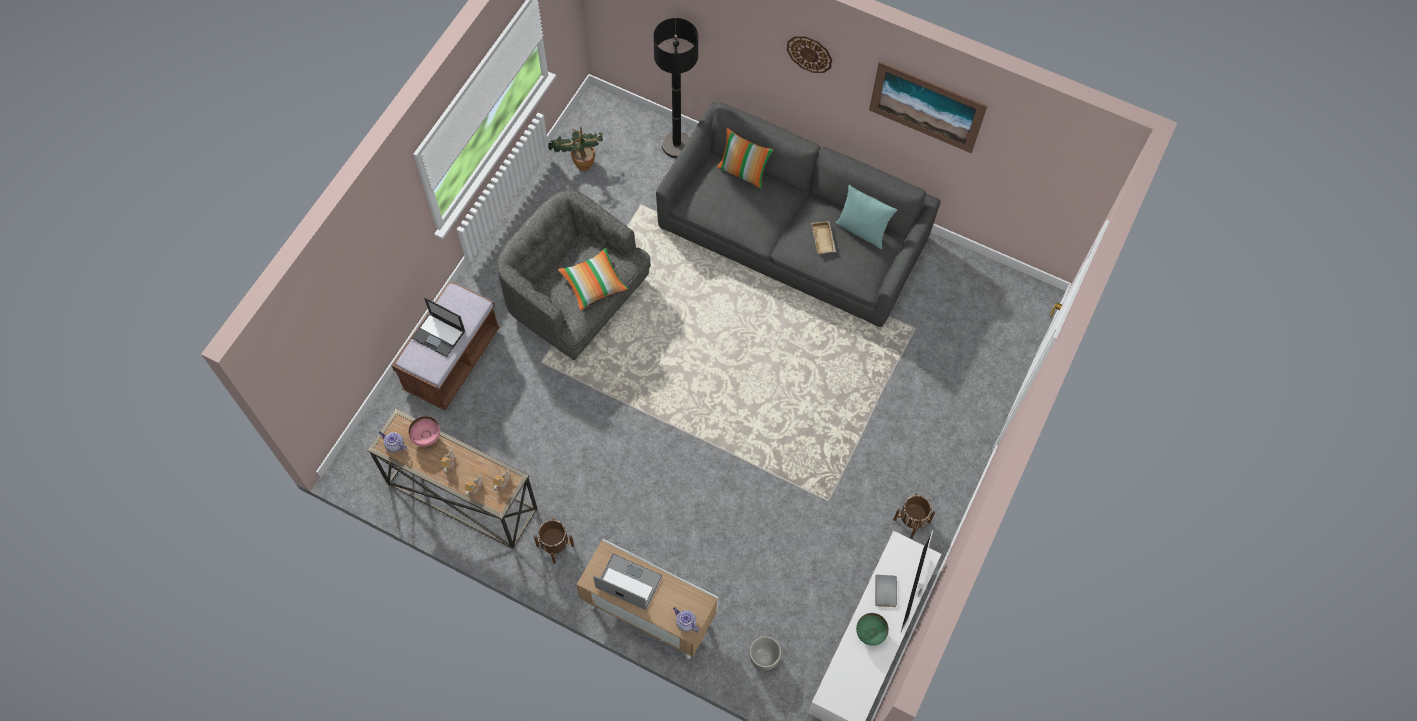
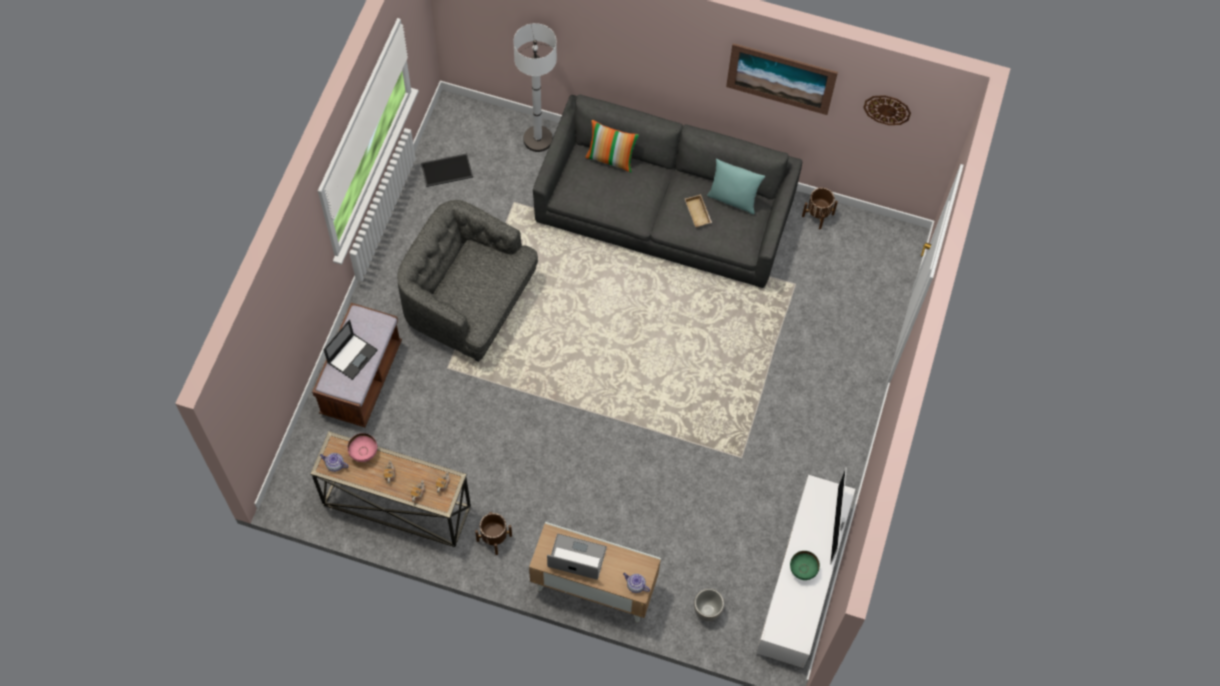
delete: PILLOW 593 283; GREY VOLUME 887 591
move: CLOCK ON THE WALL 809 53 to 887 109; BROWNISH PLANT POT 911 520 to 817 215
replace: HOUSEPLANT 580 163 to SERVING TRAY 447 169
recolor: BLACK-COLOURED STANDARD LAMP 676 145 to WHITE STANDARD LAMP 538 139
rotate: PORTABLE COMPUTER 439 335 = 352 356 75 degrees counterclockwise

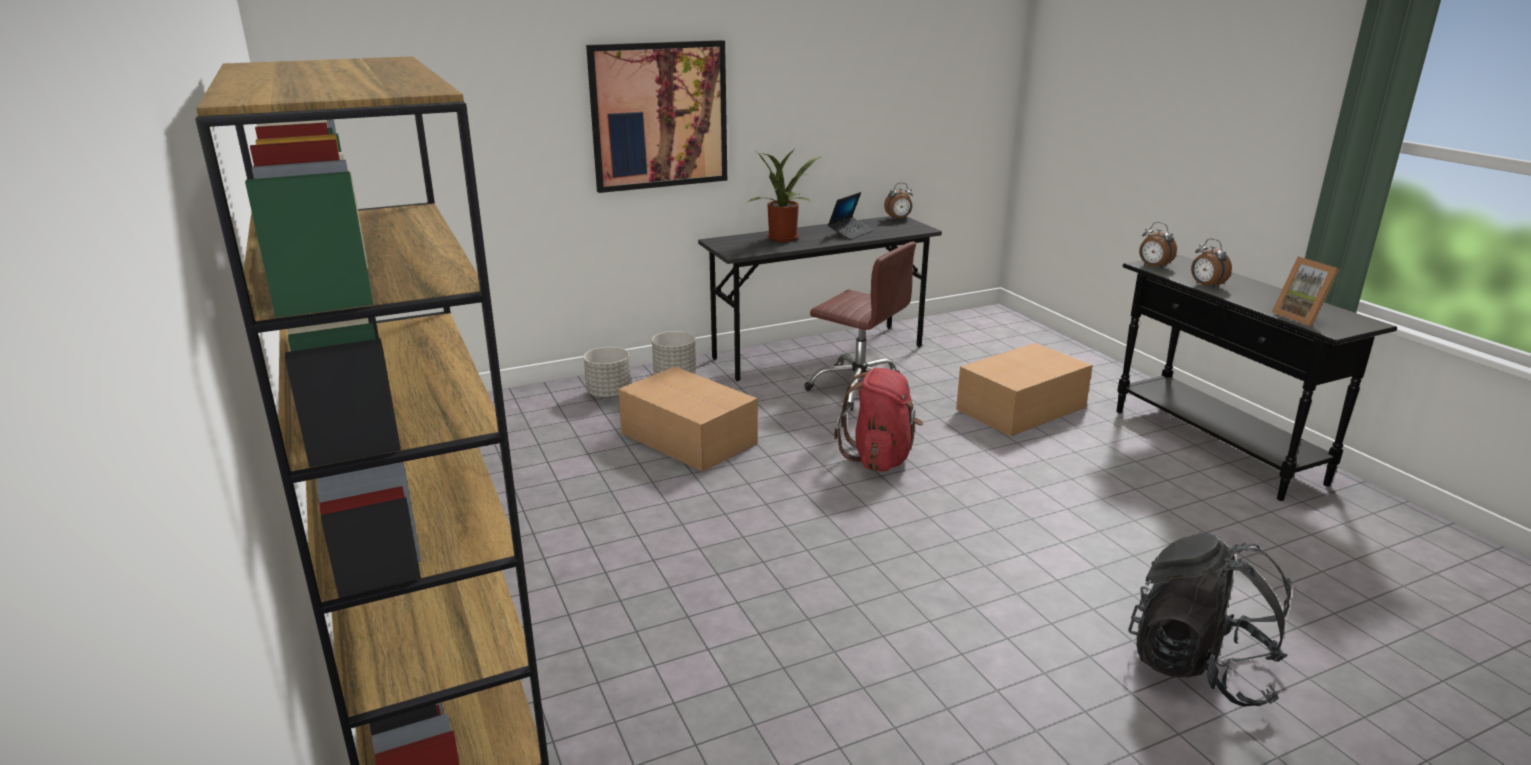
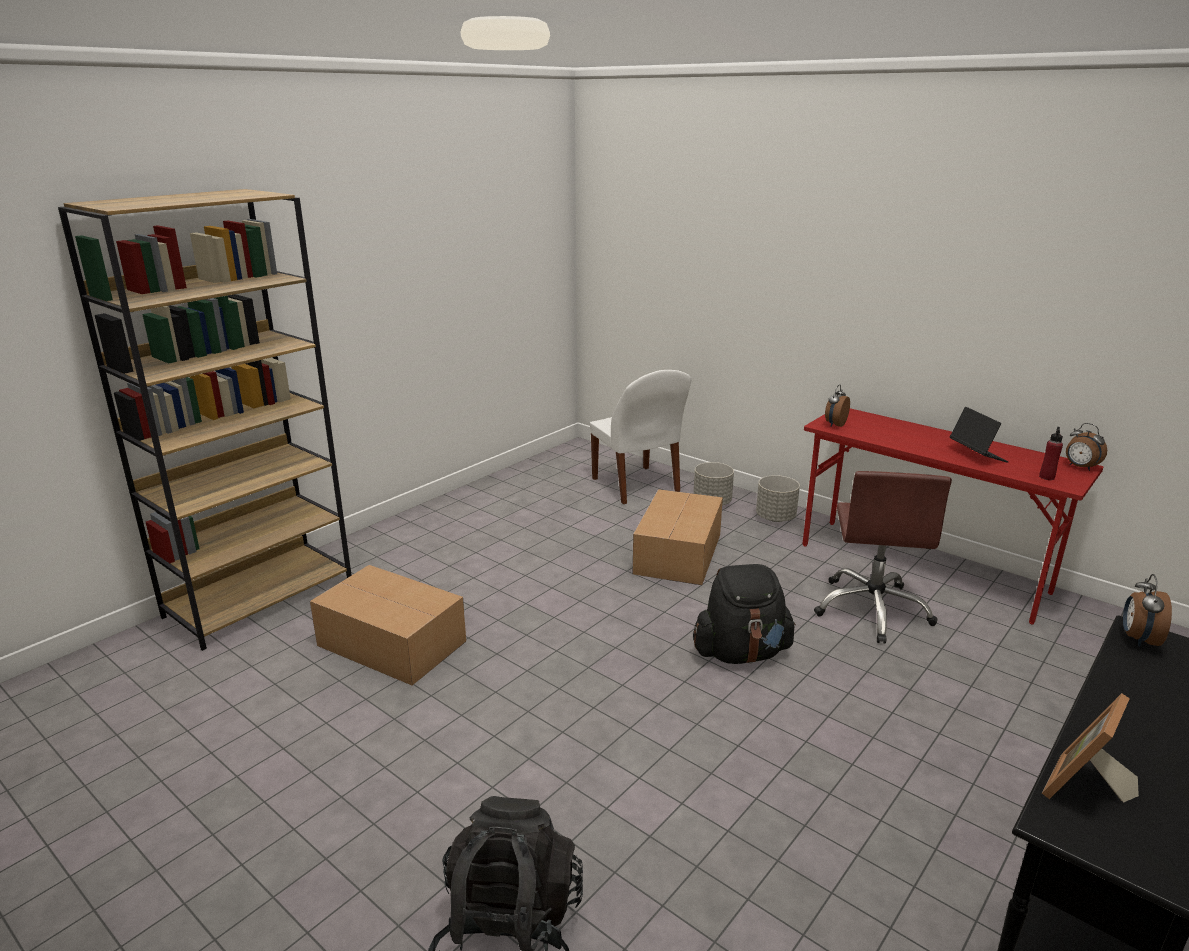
delete: WALL PICTURE 659 115; HOUSEPLANT 784 239
insert: WHITE PLAIN CHAIR 636 486; RED-COLOURED BOTTLE 1046 477
move: CARTON 1019 408 to 391 642; BEDSIDE CLOCK 1205 286 to 834 424
recolor: GREY DESK TABLE 818 352 to RED-COLOURED DESK TABLE 922 568; RED-COLOURED BACKPACK 880 458 to BLACK-COLOURED BACKPACK 741 653
rotate: PORTABLE COMPUTER 850 233 = 977 455 120 degrees counterclockwise

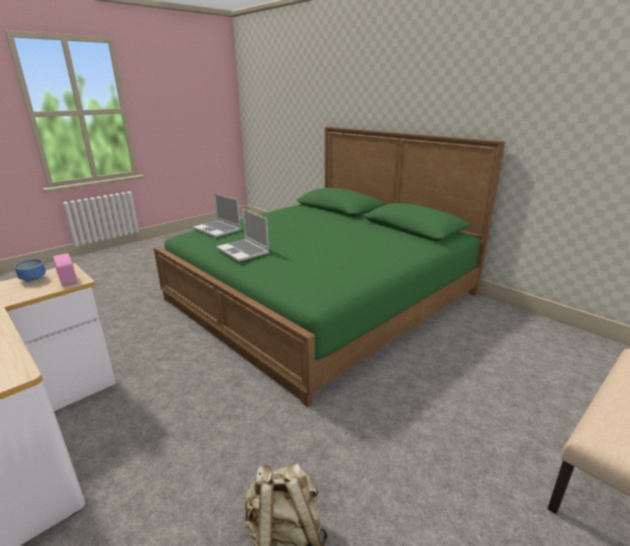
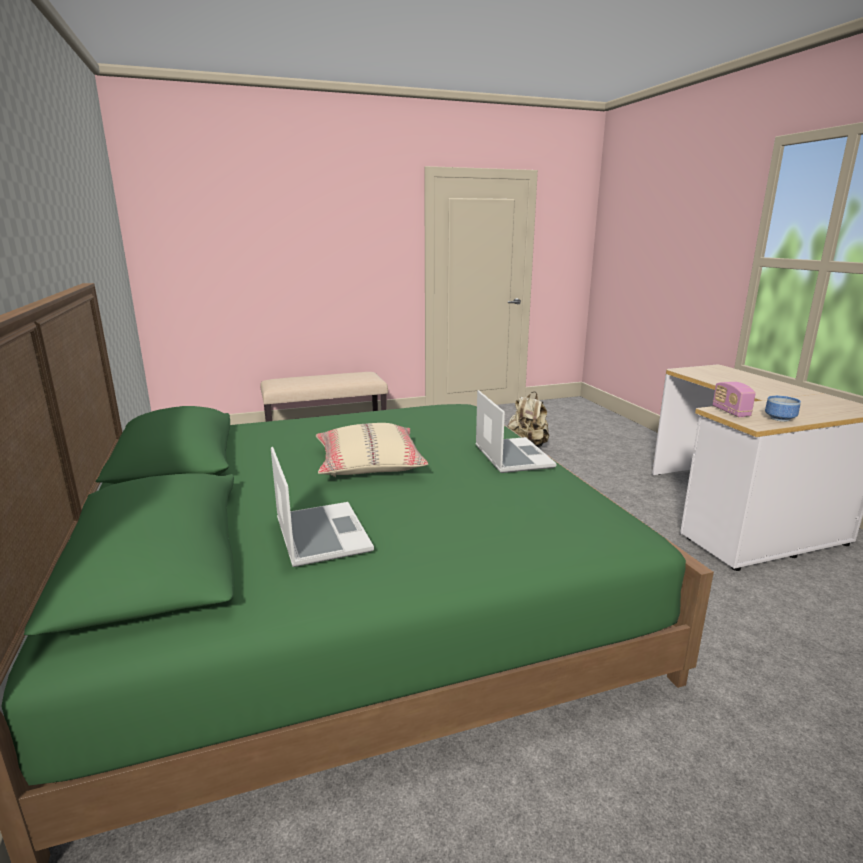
insert: SAND-COLOURED PILLOW 368 463
move: PORTABLE COMPUTER 218 230 to 320 535

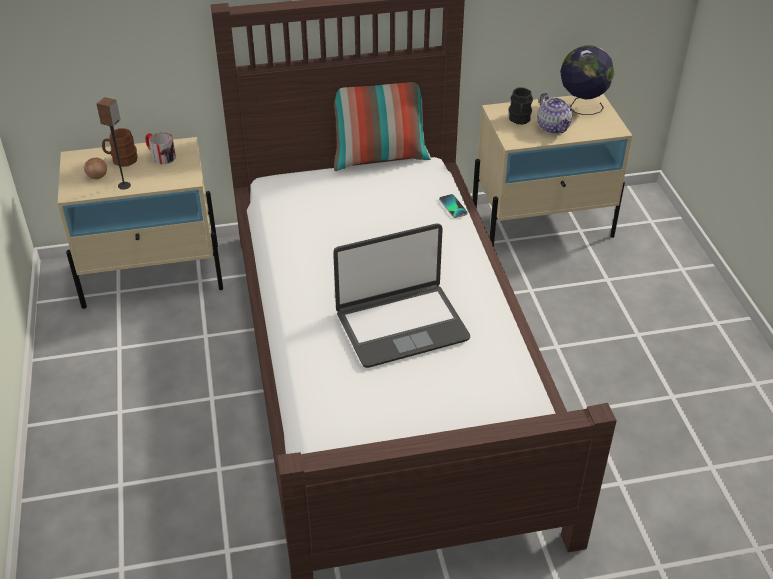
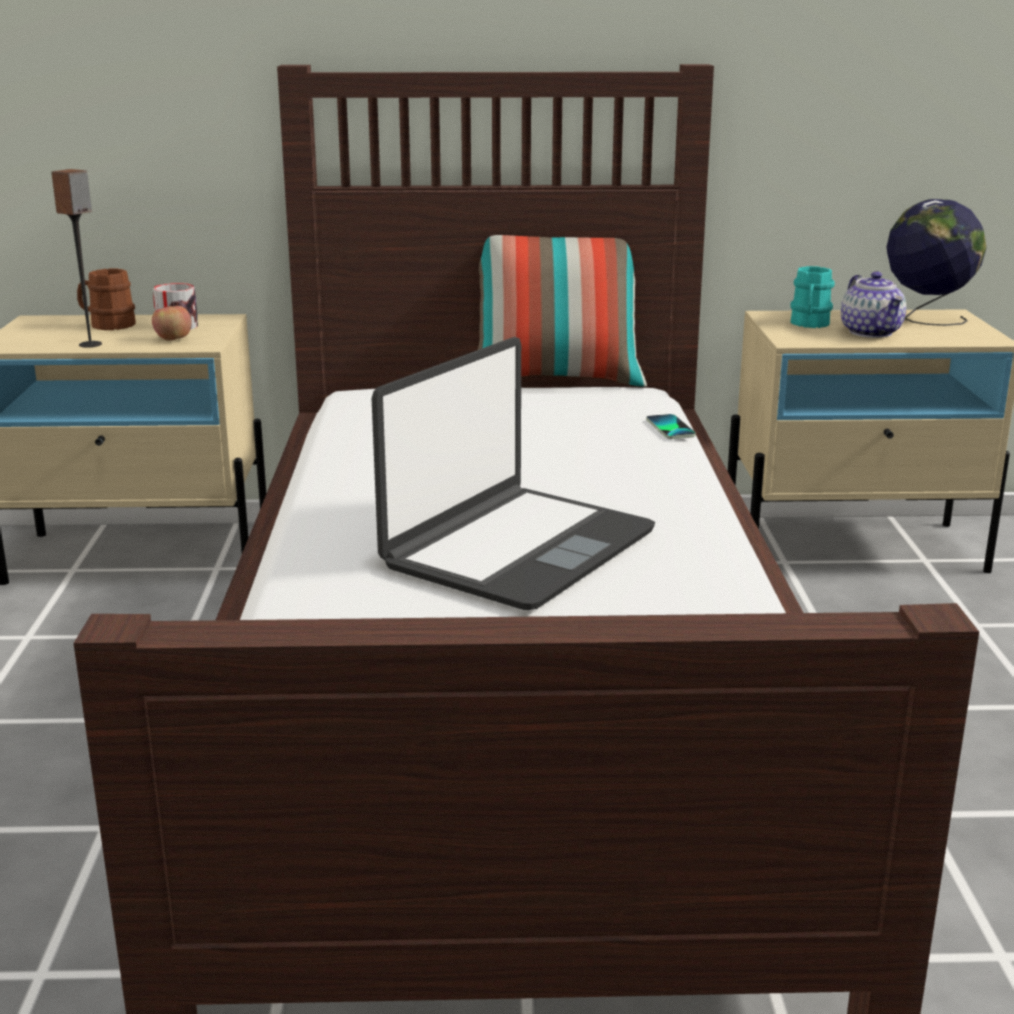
move: WHOLE APPLE 97 176 to 173 339
recolor: BLACK-COLOURED TEA MUG 519 120 to TURQUOISE TEA MUG 809 324
rotate: PORTABLE COMPUTER 401 325 = 517 549 45 degrees counterclockwise

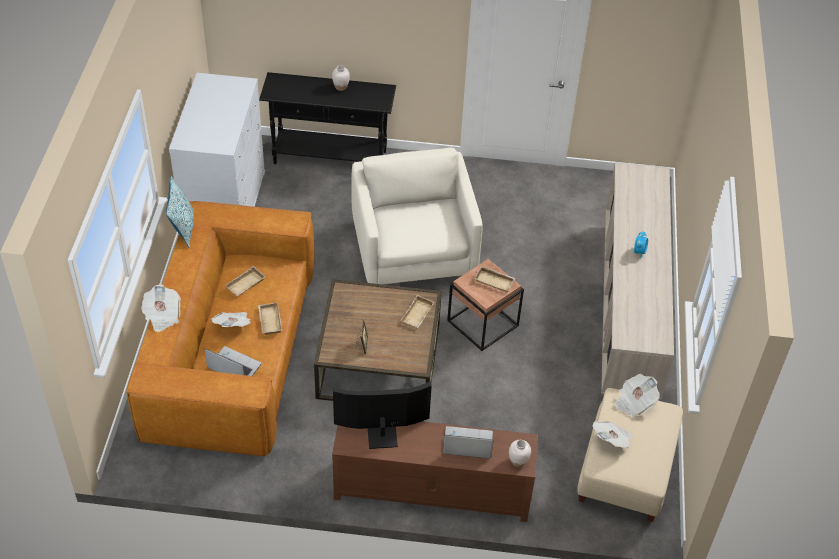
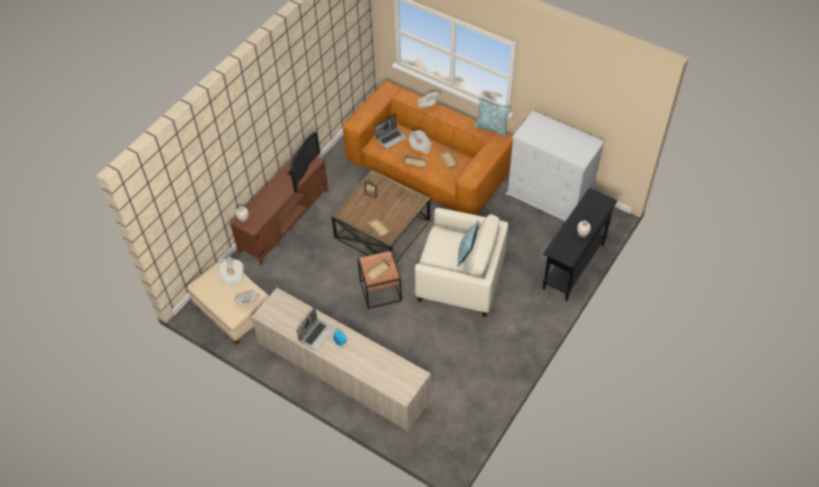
insert: PILLOW 466 253
move: PORTABLE COMPUTER 467 444 to 316 334

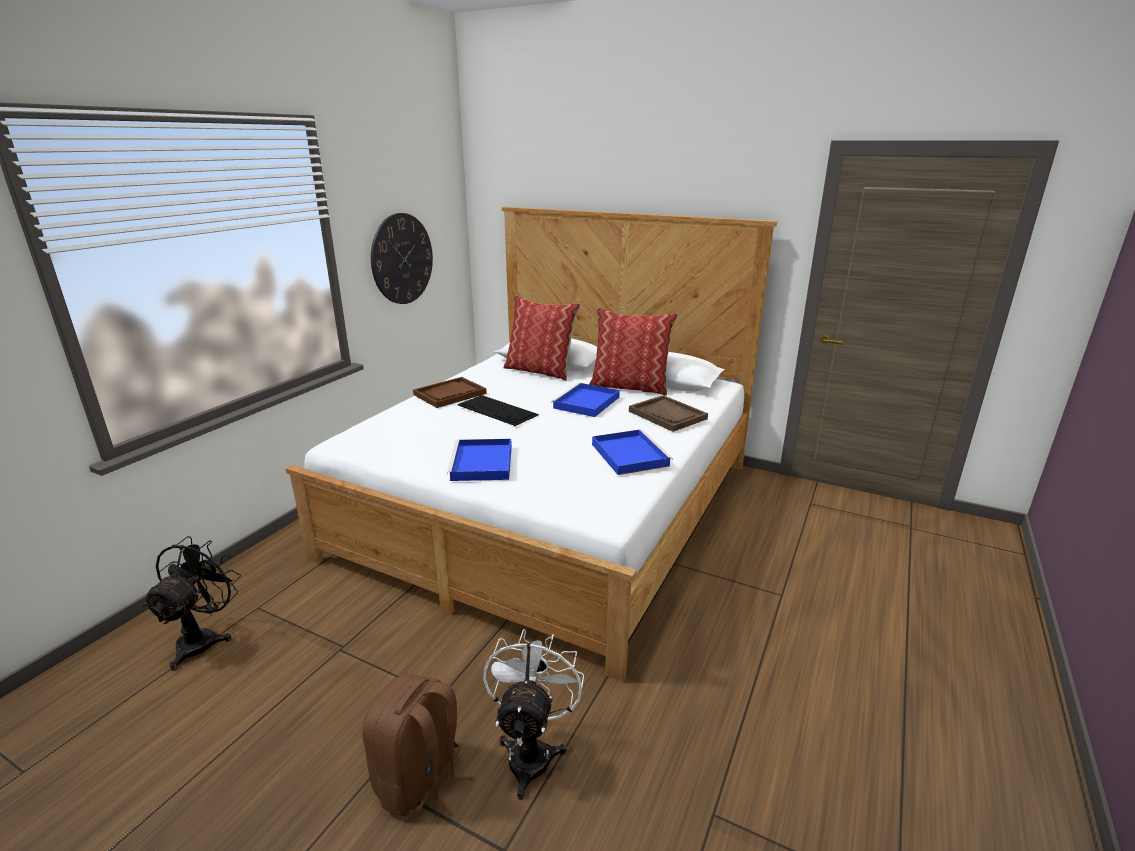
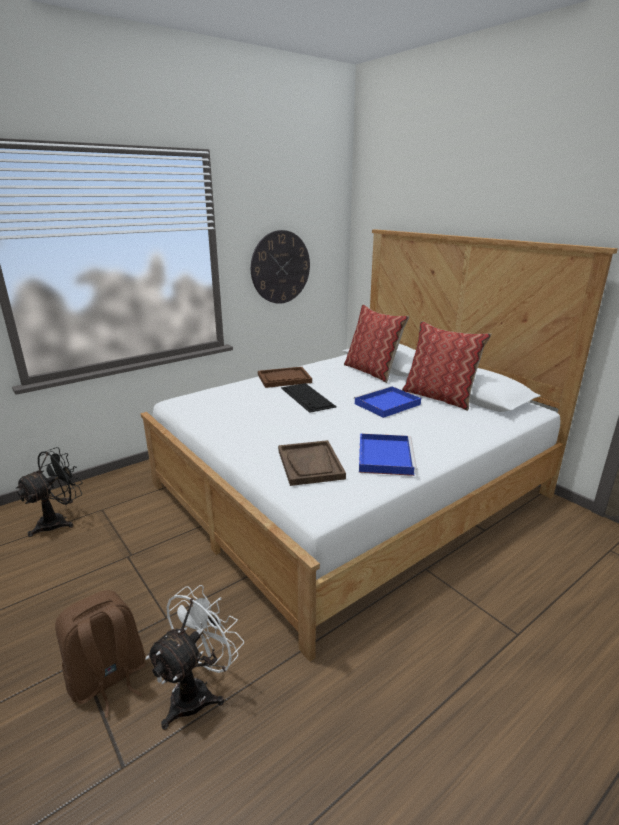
delete: BLUE-COLOURED SERVING TRAY 482 464
move: BROWNISH SERVING TRAY 667 415 to 310 464

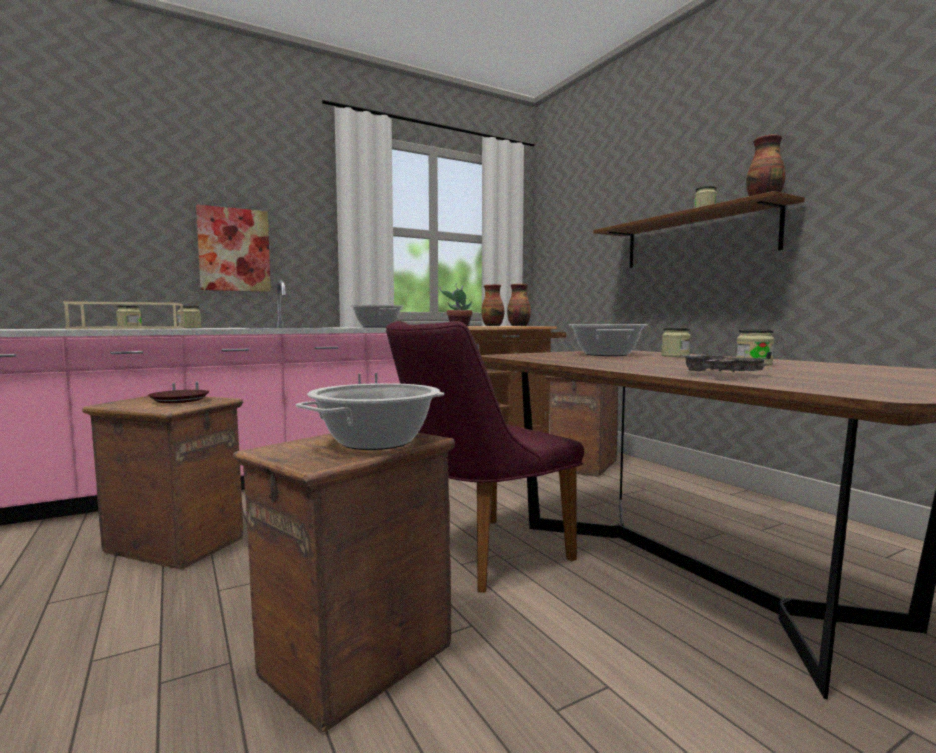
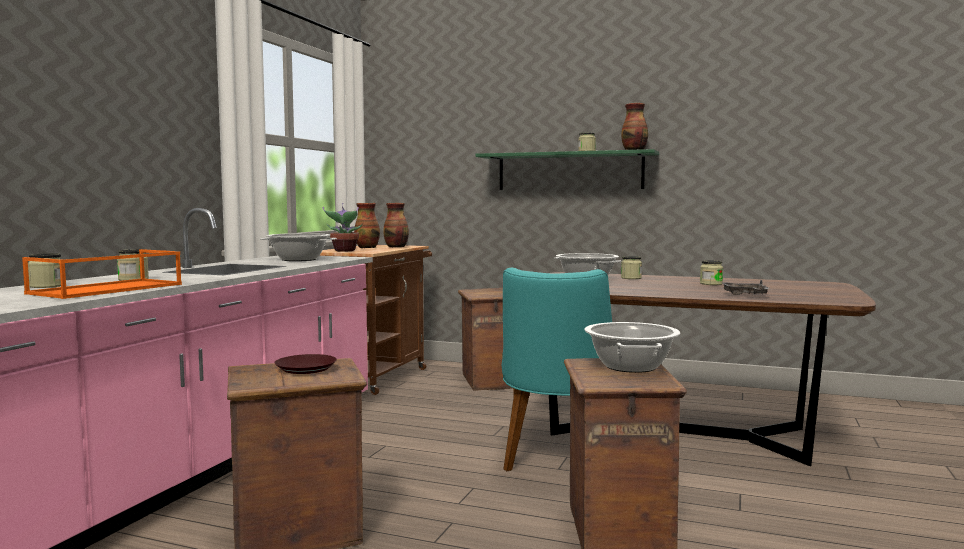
delete: WALL PICTURE 234 250
recolor: SAND-COLOURED SERVING TRAY 127 328 to ORANGE-COLOURED SERVING TRAY 106 289; PURPLISH PLAIN CHAIR 477 556 to TURQUOISE PLAIN CHAIR 557 461; BROWNISH SHELF 696 239 to GREEN SHELF 569 171

